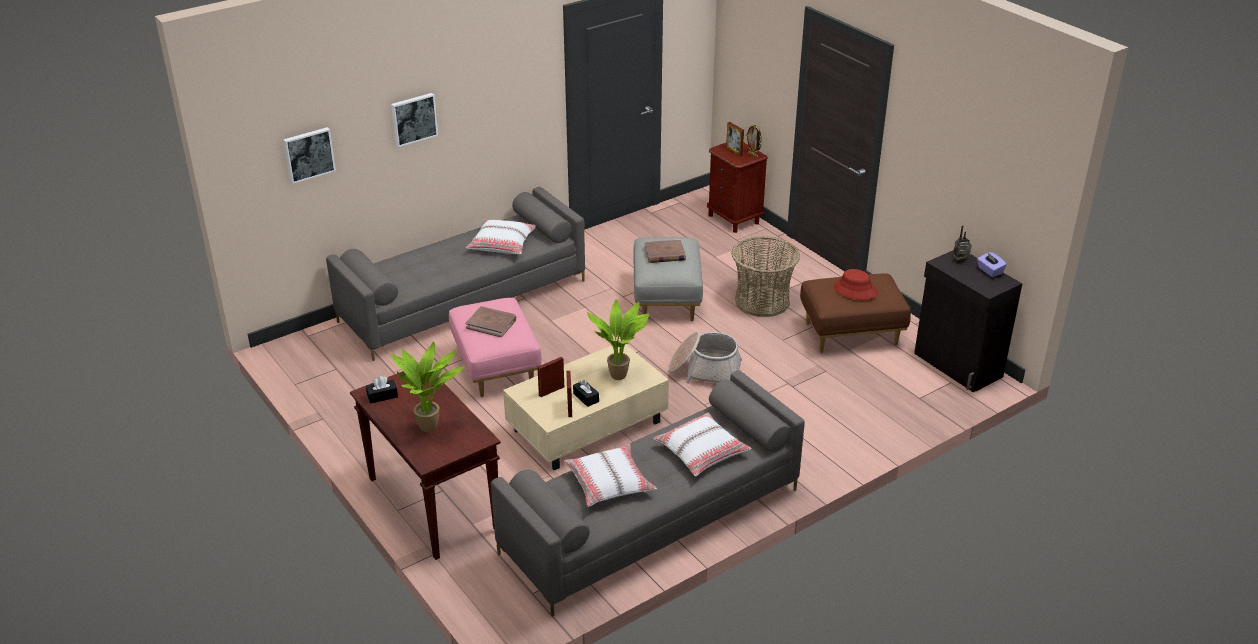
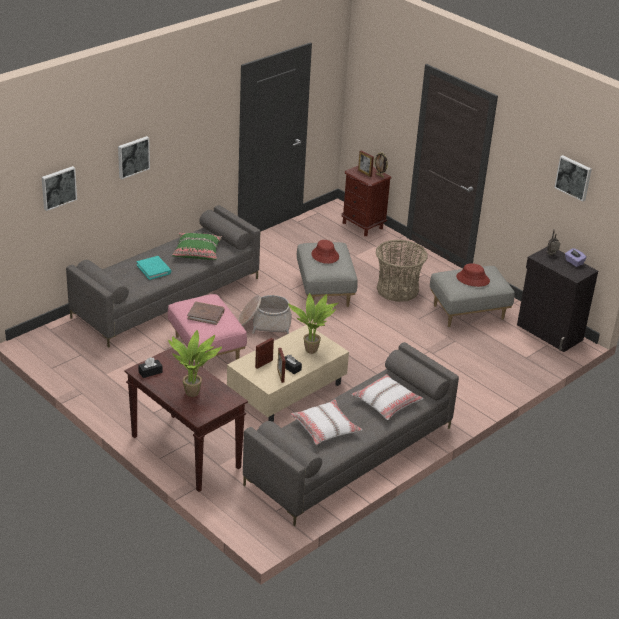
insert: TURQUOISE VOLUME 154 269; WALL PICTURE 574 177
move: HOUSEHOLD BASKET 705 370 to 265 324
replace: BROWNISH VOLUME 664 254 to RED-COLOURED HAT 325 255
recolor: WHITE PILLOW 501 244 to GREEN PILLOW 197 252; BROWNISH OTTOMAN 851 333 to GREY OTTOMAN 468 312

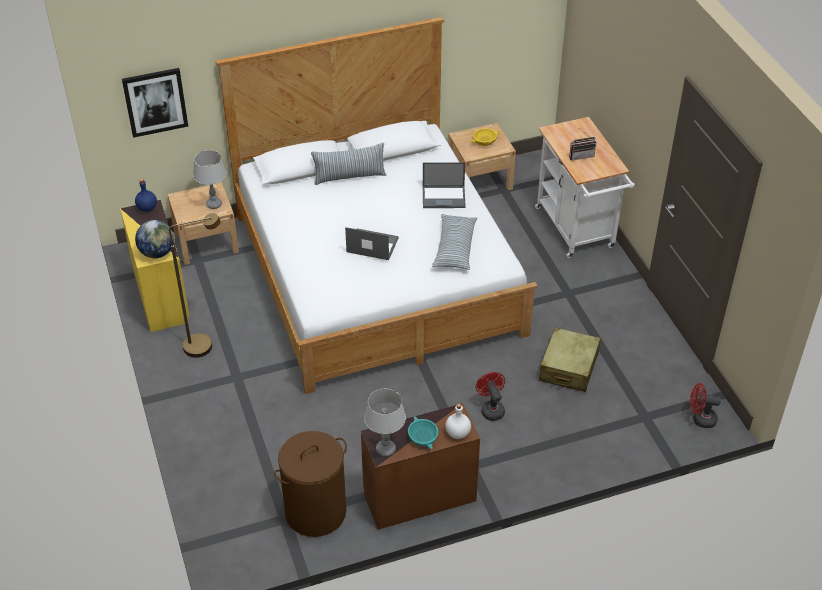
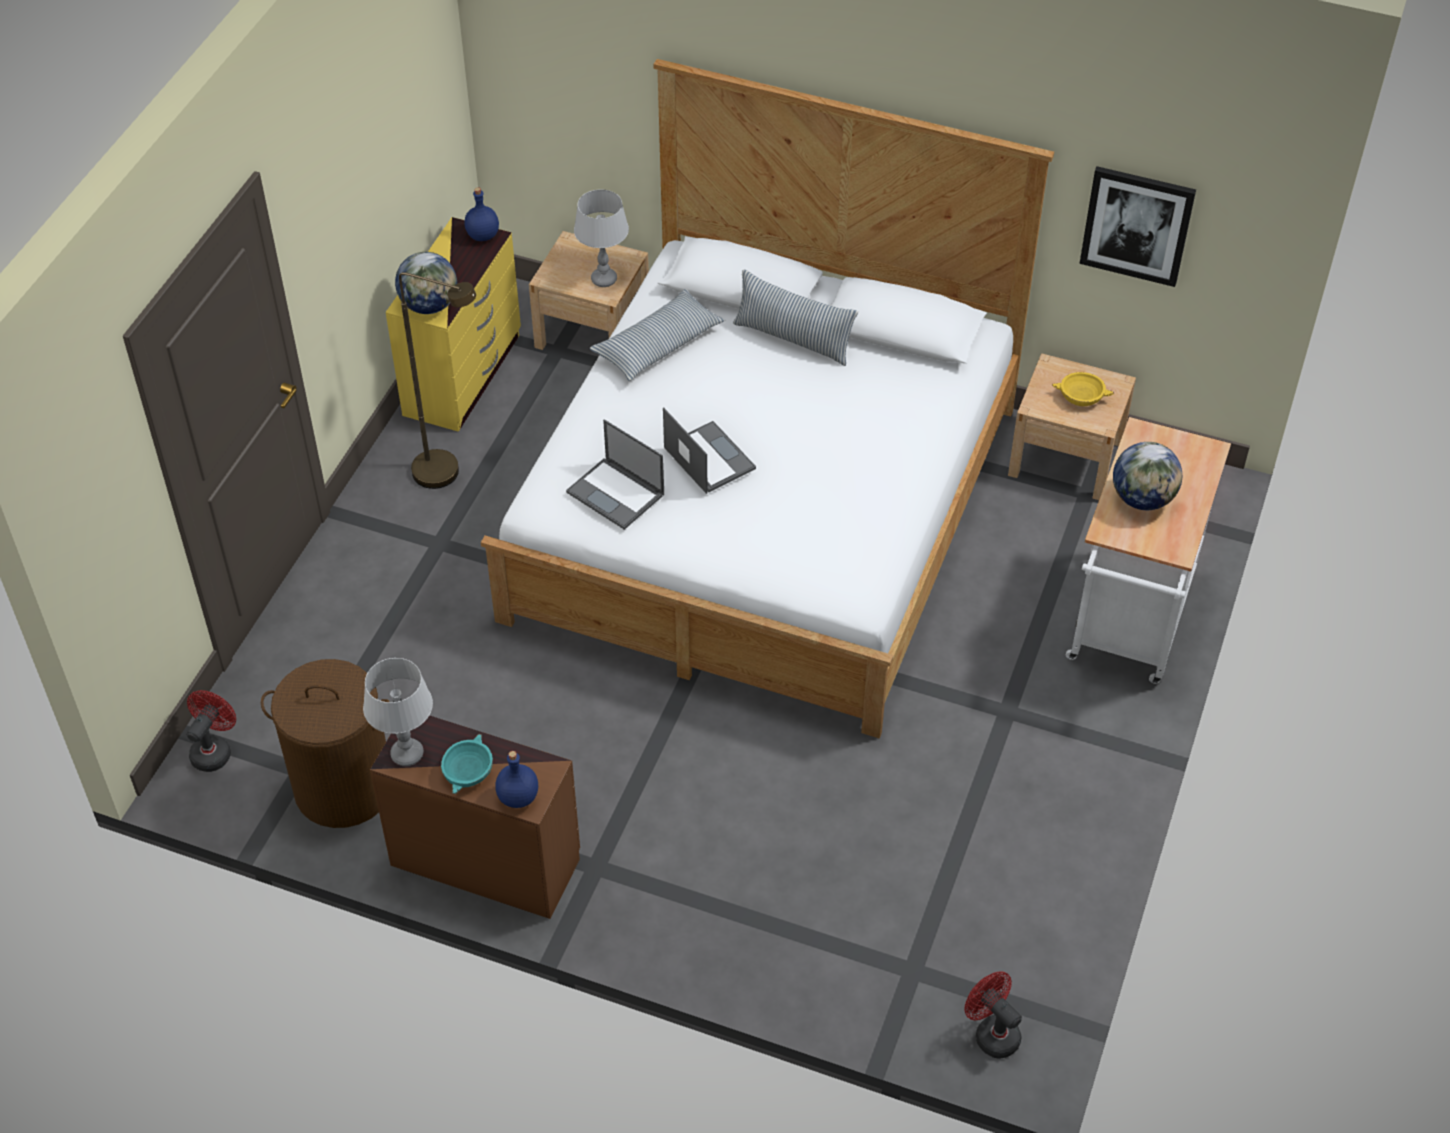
delete: SAND-COLOURED TRAVEL CASE 568 368
move: WALL PICTURE 155 102 to 1137 225; PORTABLE COMPUTER 444 197 to 616 494; PILLOW 454 248 to 658 345; RED-COLOURED COOLING FAN 491 409 to 214 750
replace: RADIO SET 581 155 to DESK GLOBE 1142 499
recolor: WHITE BOTTLE 457 433 to BLUE-COLOURED BOTTLE 517 797

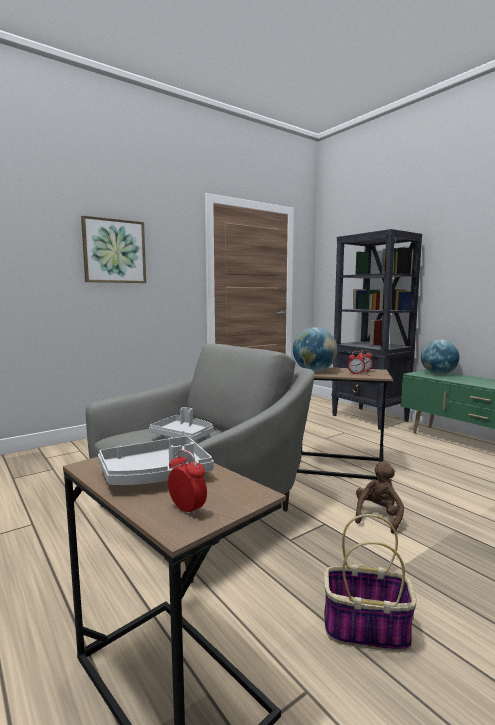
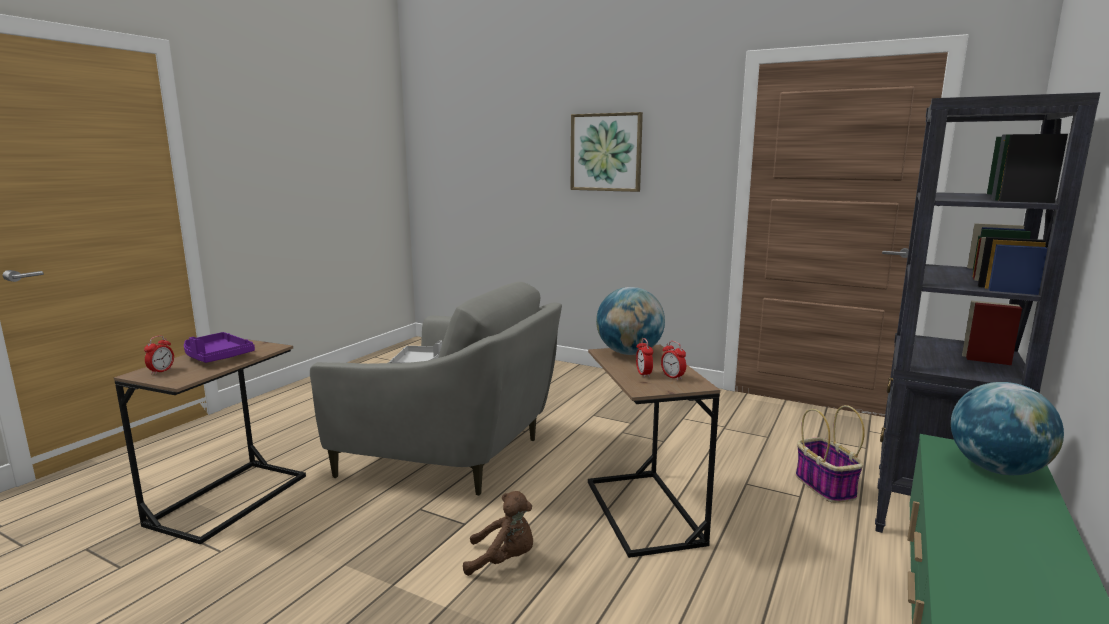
move: HOUSEHOLD BASKET 364 629 to 824 485
recolor: GREY SERVING TRAY 156 475 to PURPLISH SERVING TRAY 216 357

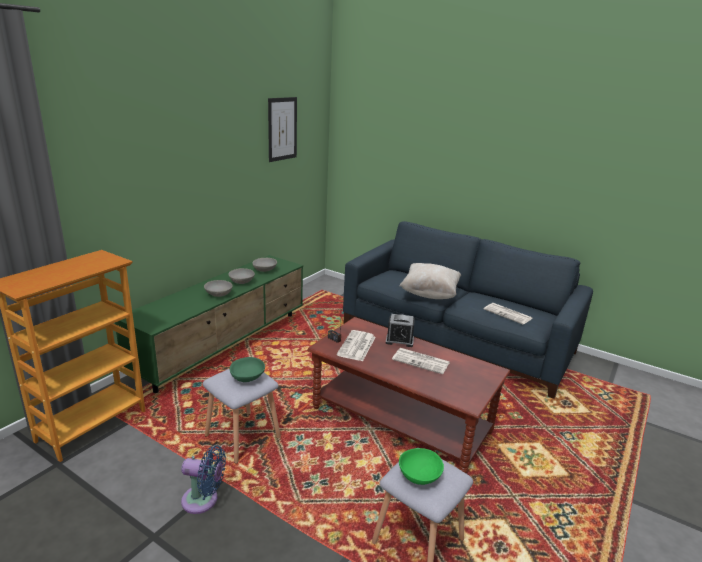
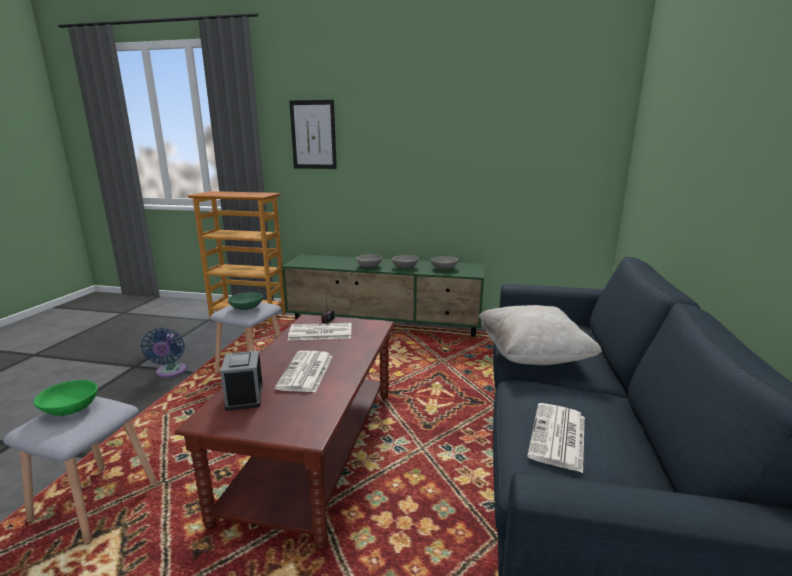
move: WALL PICTURE 282 129 to 313 135; BEDSIDE CLOCK 399 340 to 244 396

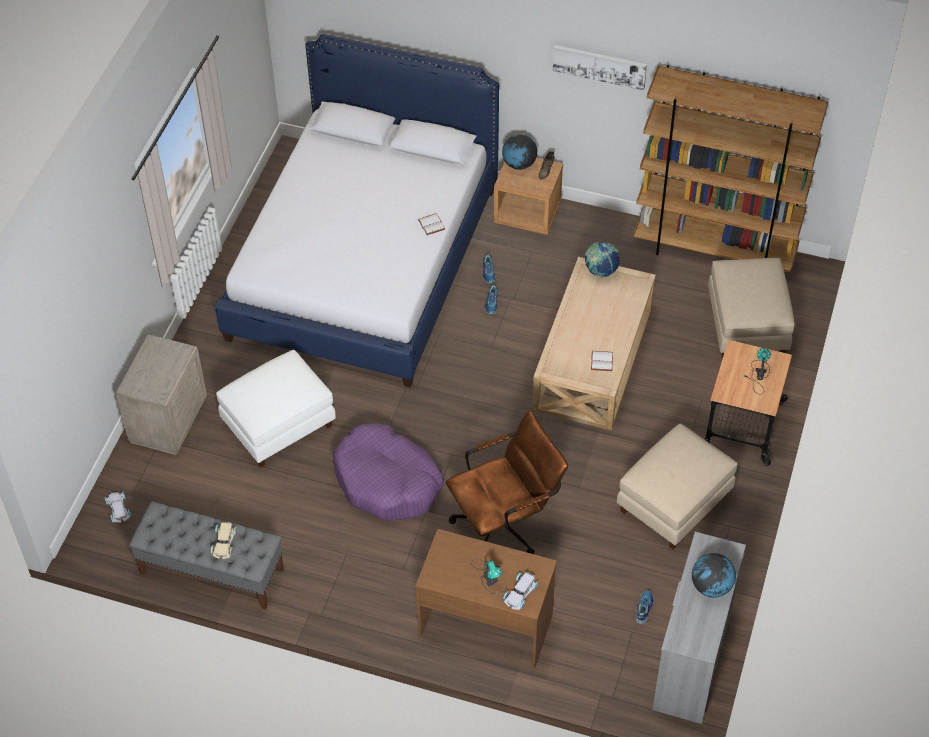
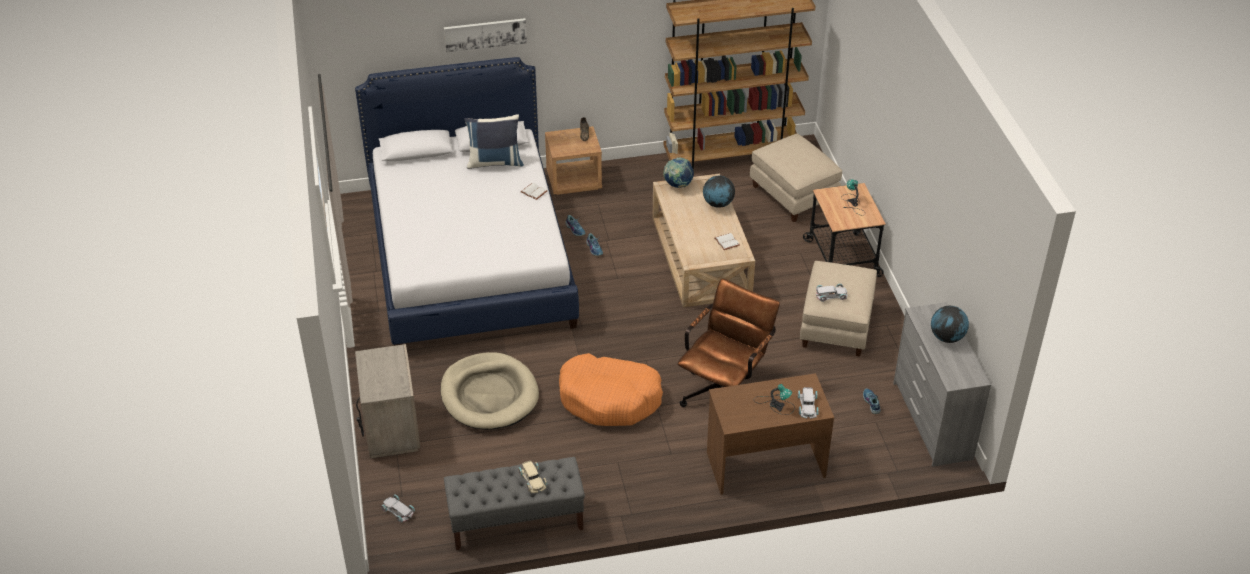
insert: BLUE-COLOURED PILLOW 495 162; WHITE MODEL CAR 831 295
move: DESK GLOBE 519 164 to 718 204; WALL PICTURE 599 66 to 485 34
replace: WHITE OTTOMAN 278 425 to SAND-COLOURED PET BED 489 395
recolor: PURPLISH PET BED 387 481 to ORANGE-COLOURED PET BED 610 399

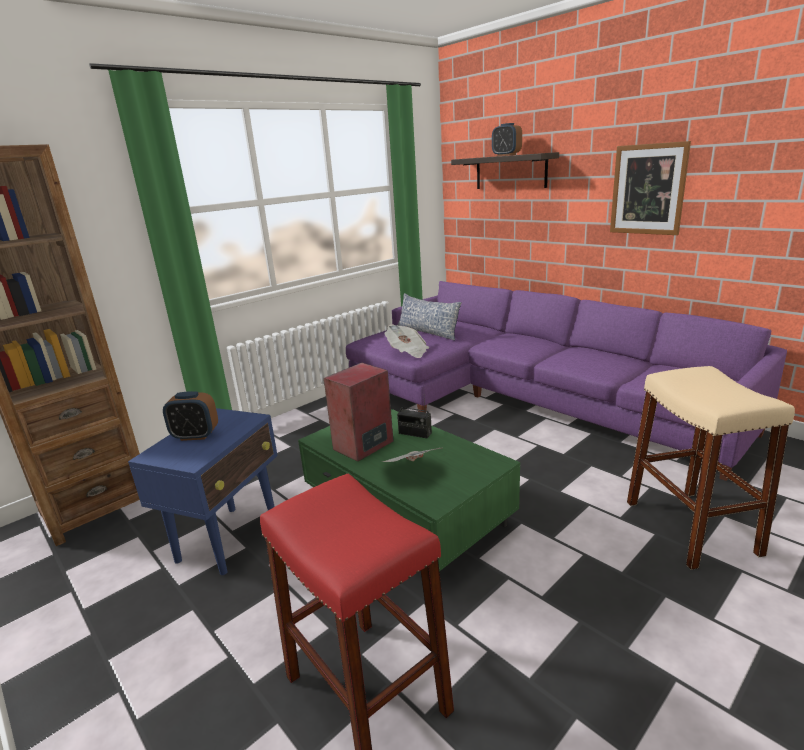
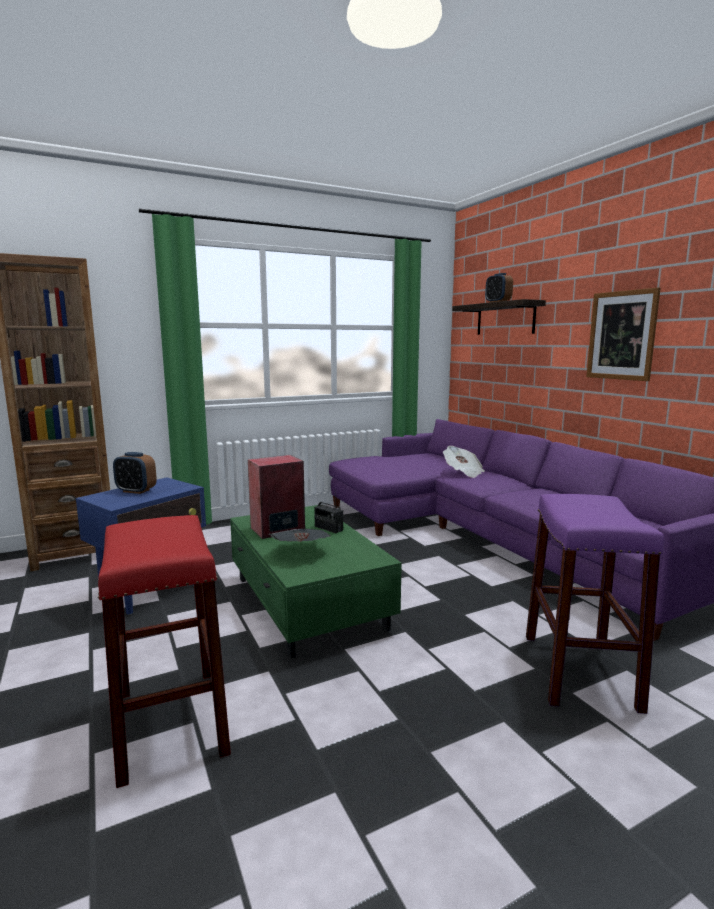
delete: PILLOW 428 332
move: PRINTED PAPER 407 352 to 463 472
recolor: SAND-COLOURED STOOL SEAT 690 527 to PURPLISH STOOL SEAT 579 671

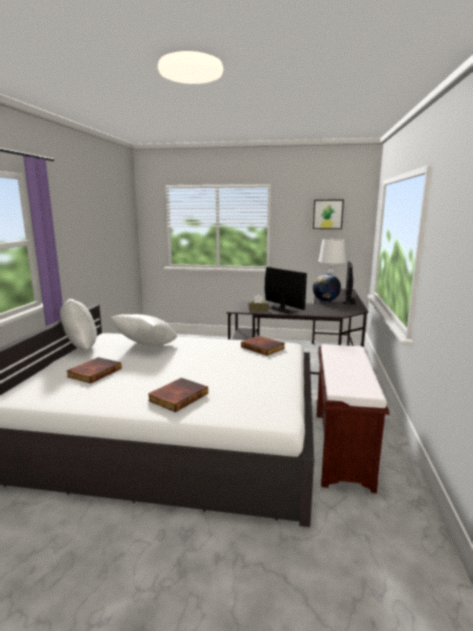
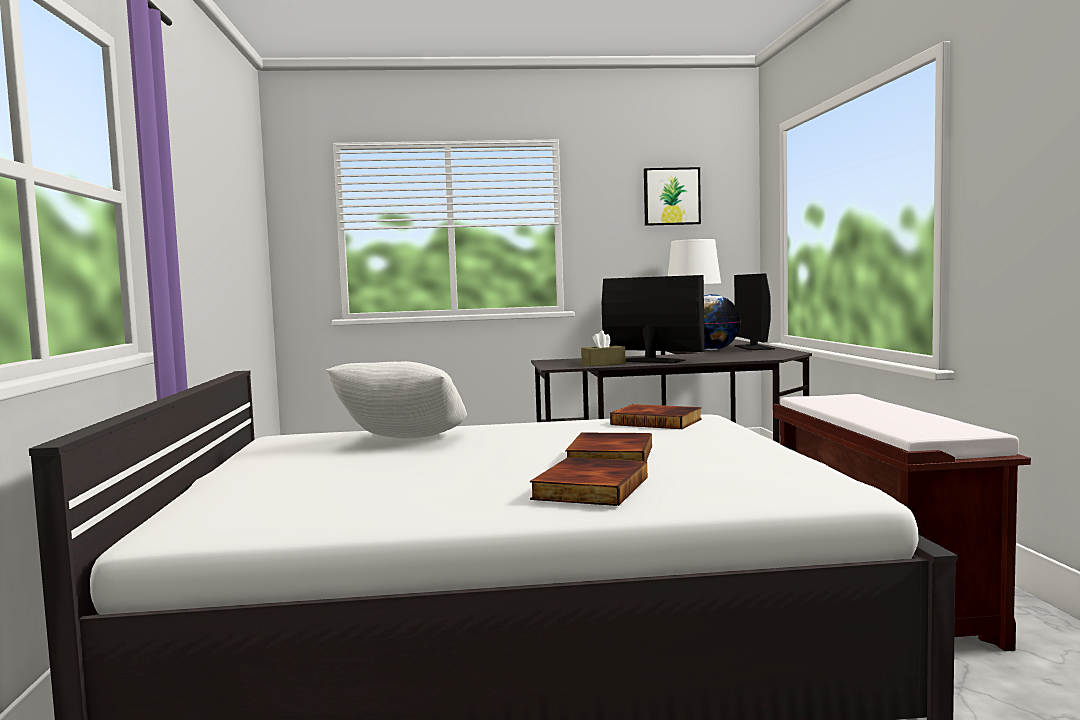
delete: WHITE PILLOW 80 348
move: VOLUME 94 372 to 608 456

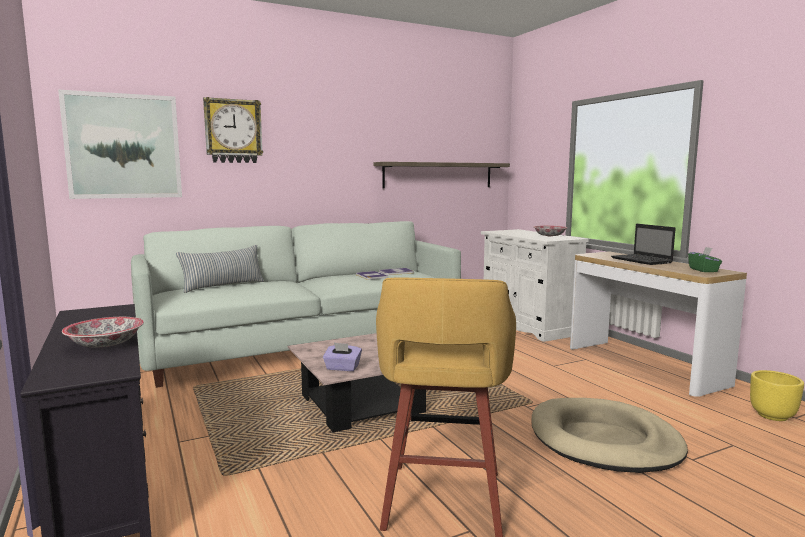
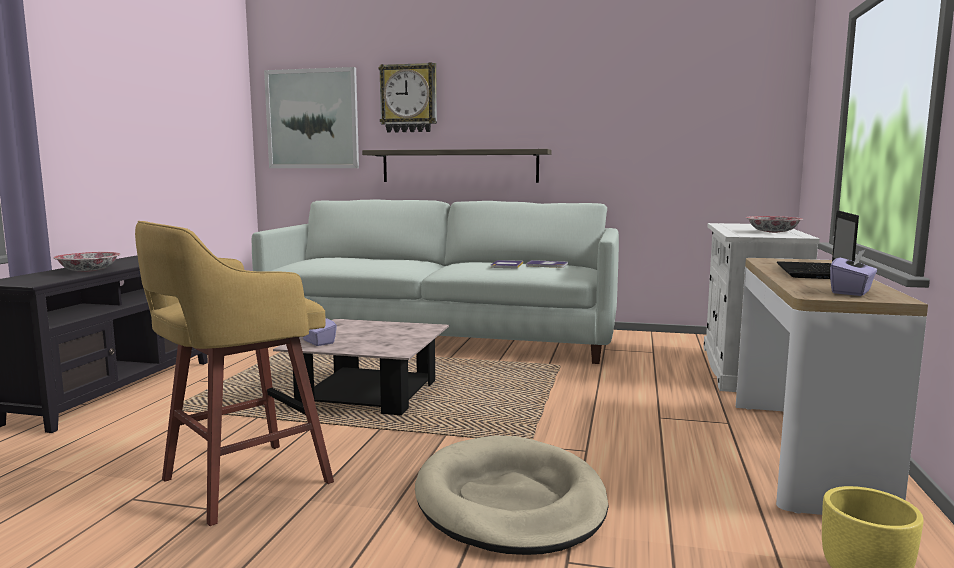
delete: PILLOW 223 286
move: SHELF 438 175 to 459 166
recolor: GREEN BOX OF TISSUES 703 270 to PURPLISH BOX OF TISSUES 852 292

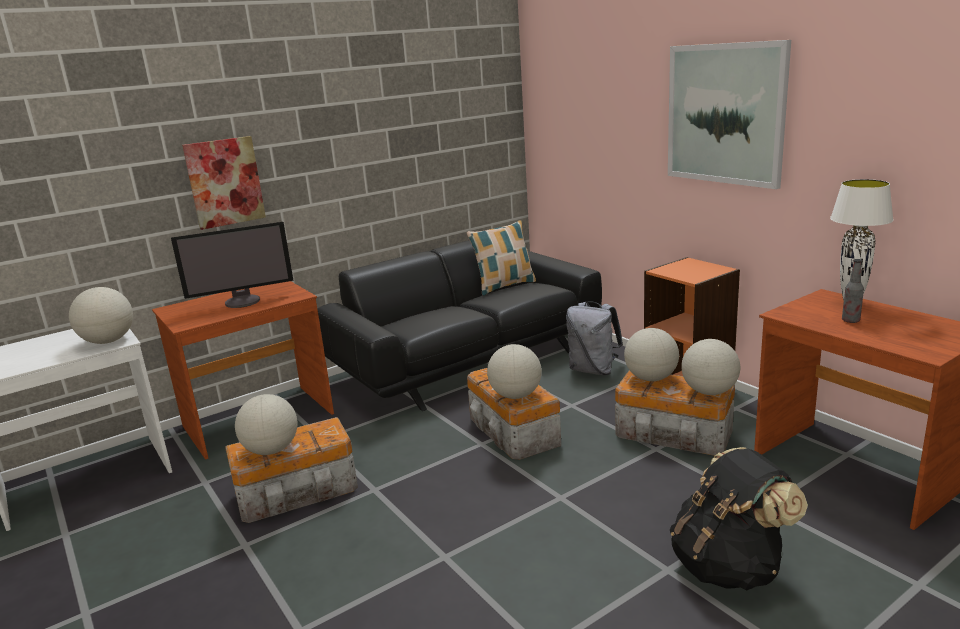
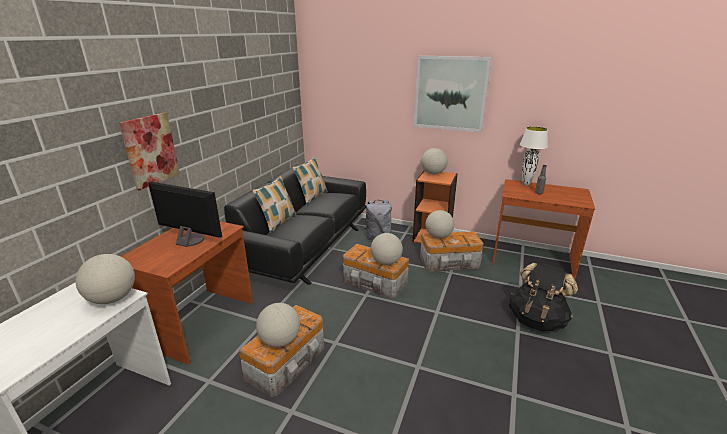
insert: PILLOW 278 223
move: DESK GLOBE 709 392 to 433 173
rotate: MONITOR 243 301 = 190 240 105 degrees counterclockwise

